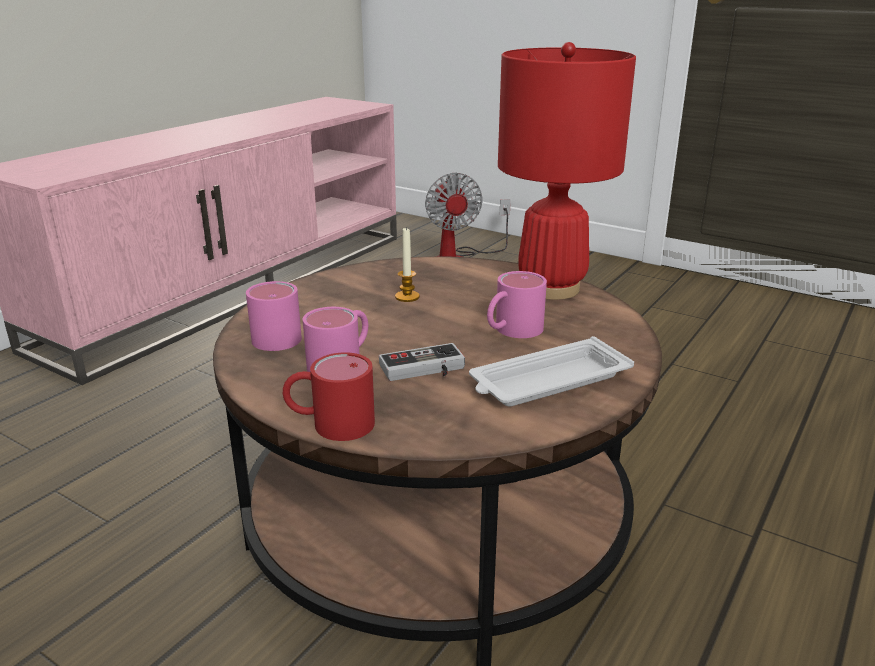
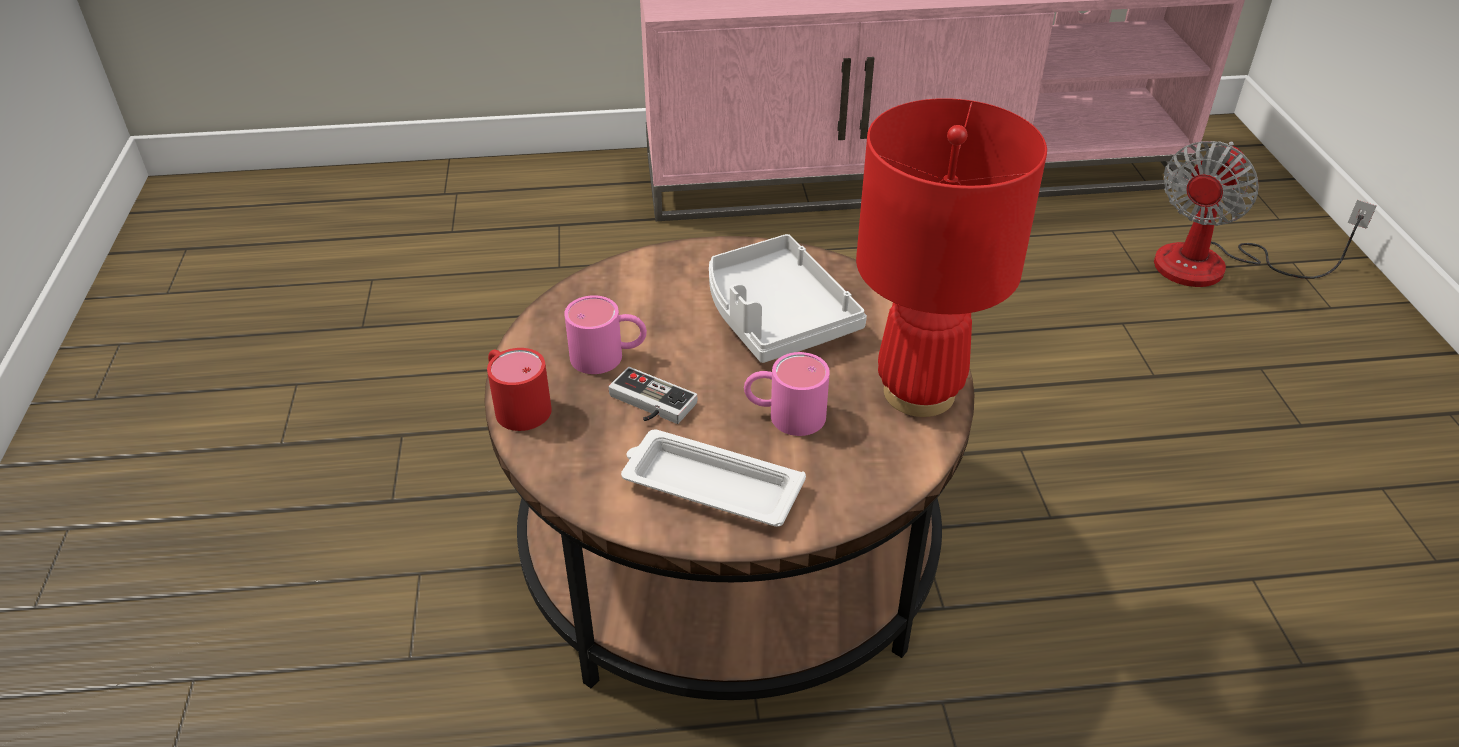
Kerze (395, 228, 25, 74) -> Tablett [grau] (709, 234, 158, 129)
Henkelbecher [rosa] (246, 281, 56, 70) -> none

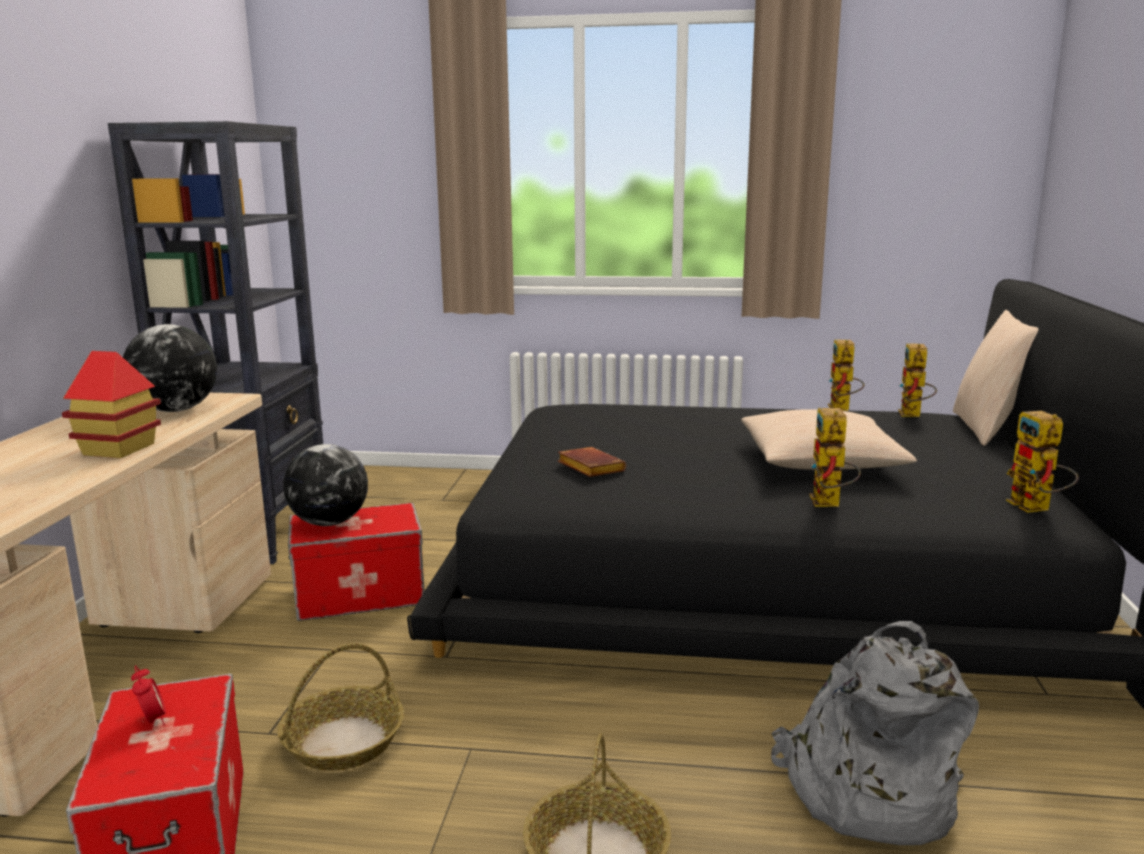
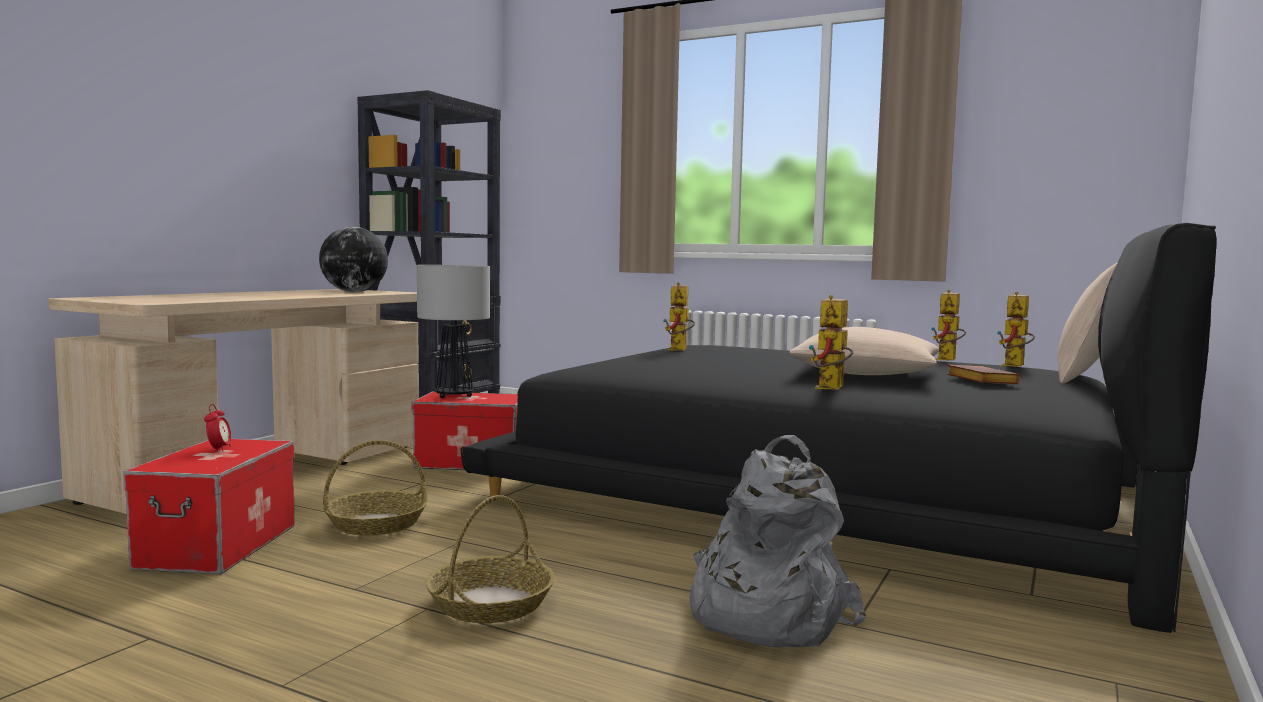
Spielzeughaus (62, 351, 99, 107) -> none
Spielzeugroboter (1006, 411, 73, 102) -> Spielzeugroboter (664, 282, 31, 69), move
Globus (283, 444, 85, 82) -> Tischlampe (417, 265, 73, 133)
Buch [braun] (558, 447, 68, 30) -> Buch [braun] (947, 365, 73, 19), move

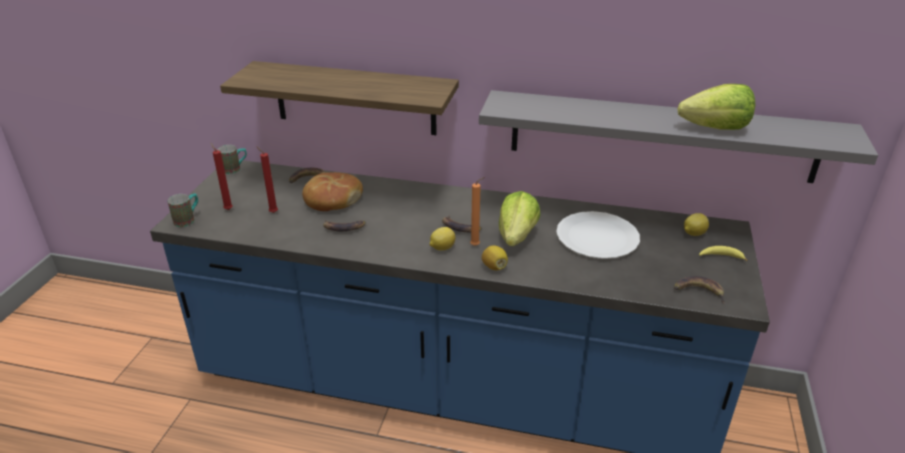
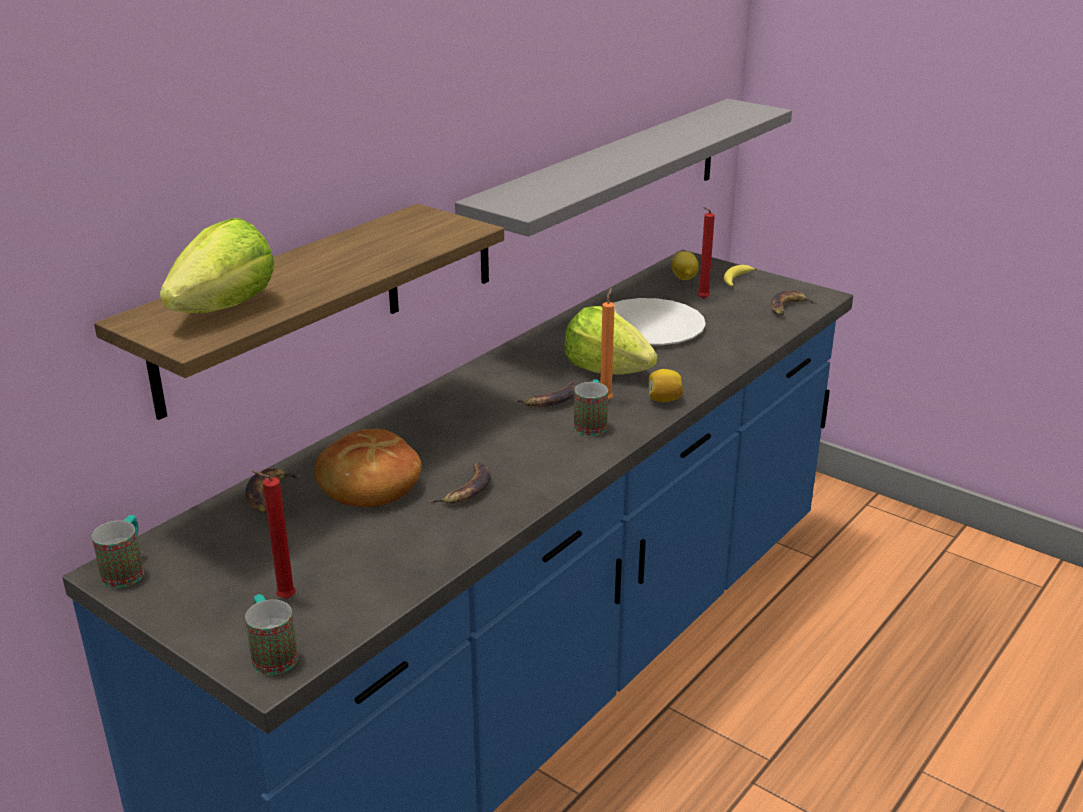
Salatkopf (678, 84, 77, 46) -> Salatkopf (160, 218, 114, 95), move
Kerze [rot] (256, 146, 22, 67) -> Kerze [rot] (698, 207, 17, 92), move
Zitrone (430, 227, 25, 24) -> Henkelbecher (574, 379, 34, 57)

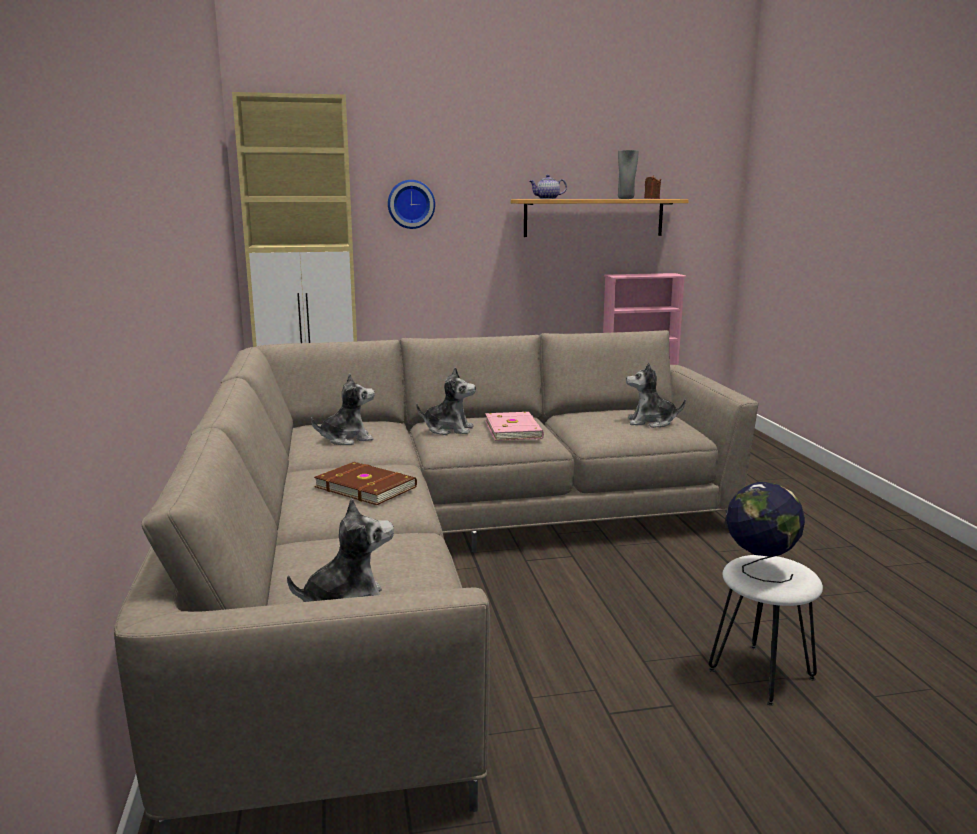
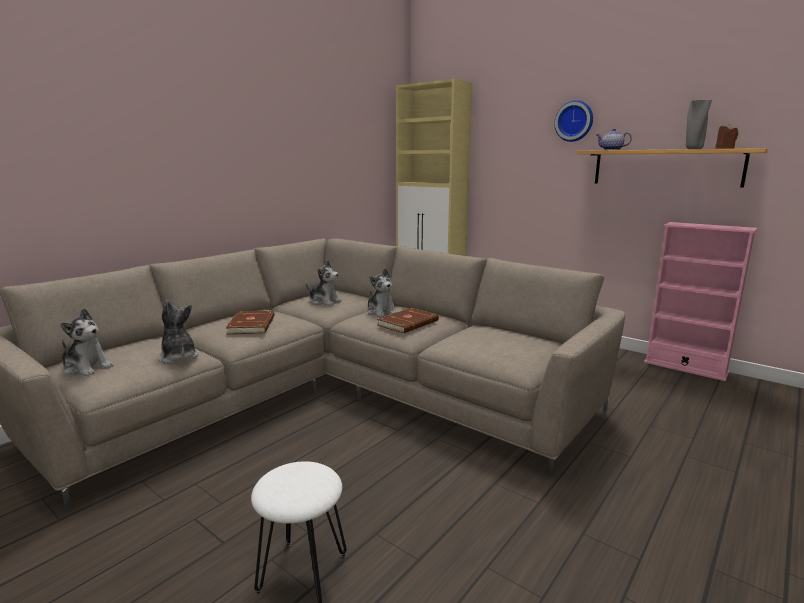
Wanduhr (388, 180, 47, 49) -> Wanduhr (554, 100, 39, 42), move
Plüschtier (626, 363, 60, 65) -> Plüschtier (159, 300, 40, 64), move
Buch [rosa] (485, 412, 59, 29) -> Buch [braun] (377, 308, 62, 25)
Globus (726, 482, 79, 101) -> none

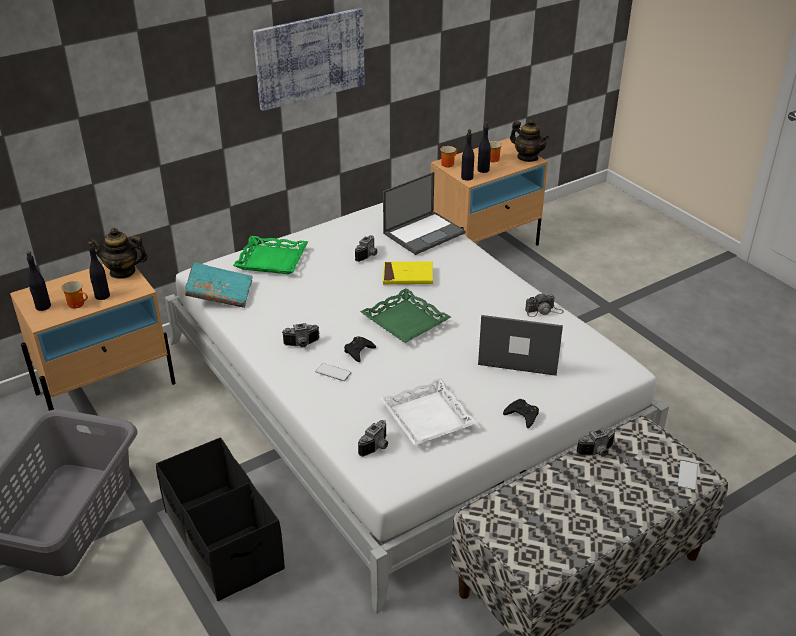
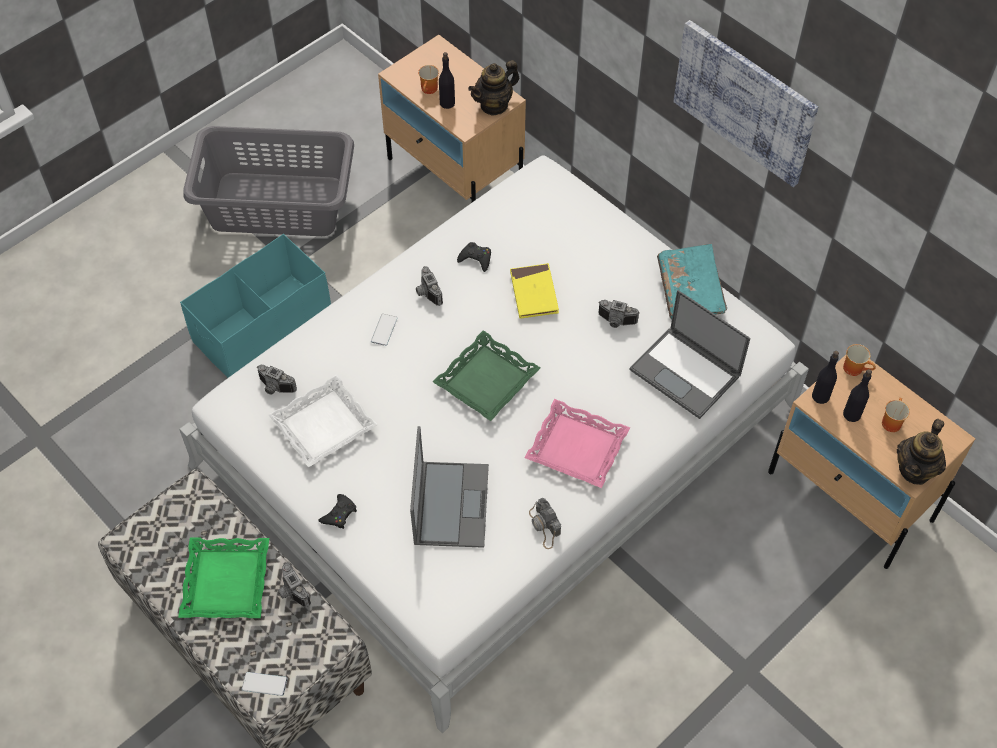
Teekanne (90, 228, 58, 51) -> Teekanne (468, 60, 51, 56), 120 degrees counterclockwise
Tablett [grün] (233, 236, 75, 38) -> Tablett [grün] (178, 537, 91, 81), move
Flasche [schwarz] (26, 251, 25, 60) -> none
Buch [gelb] (383, 261, 50, 23) -> Buch [gelb] (510, 263, 49, 56), move
Buch [türkis] (185, 262, 68, 46) -> Buch [türkis] (657, 244, 70, 75), move
Gamepad [schwarz] (344, 336, 32, 26) -> Gamepad [schwarz] (457, 242, 34, 30), move
Aufbewahrungsbox [schwarz] (156, 437, 129, 164) -> Aufbewahrungsbox [türkis] (180, 234, 151, 144)
none -> Tablett [rosa] (524, 399, 106, 89)

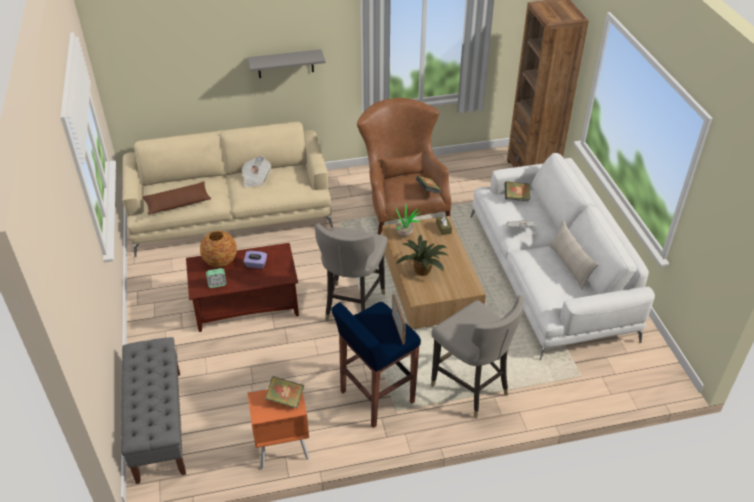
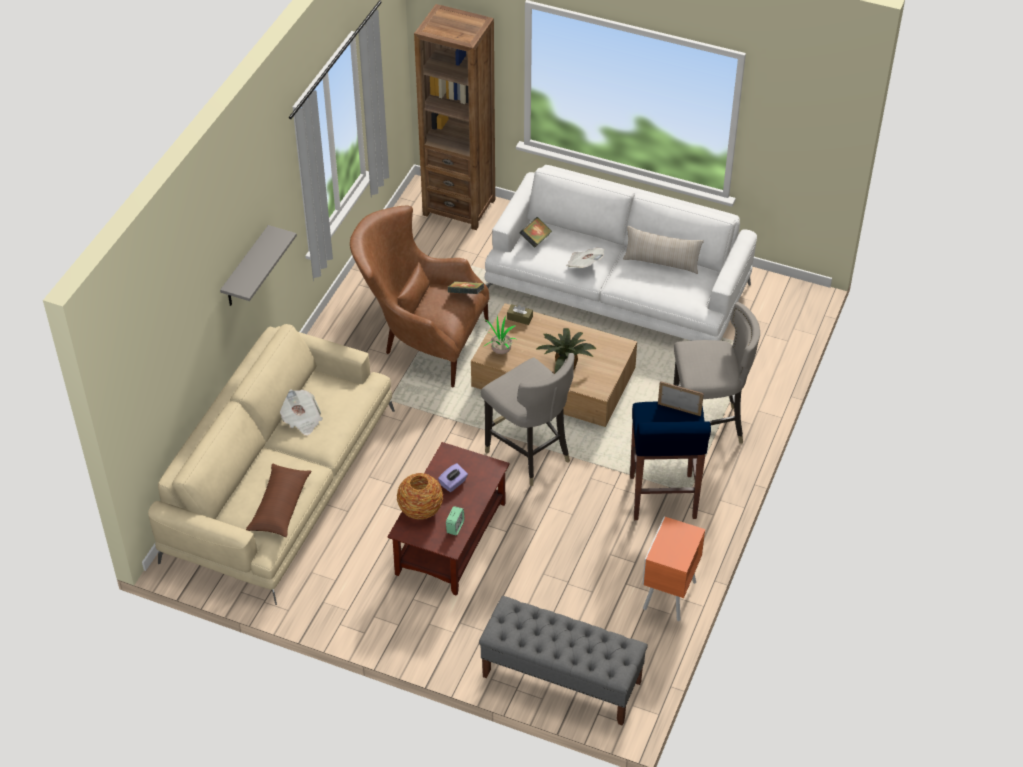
Buch (265, 376, 39, 32) -> none

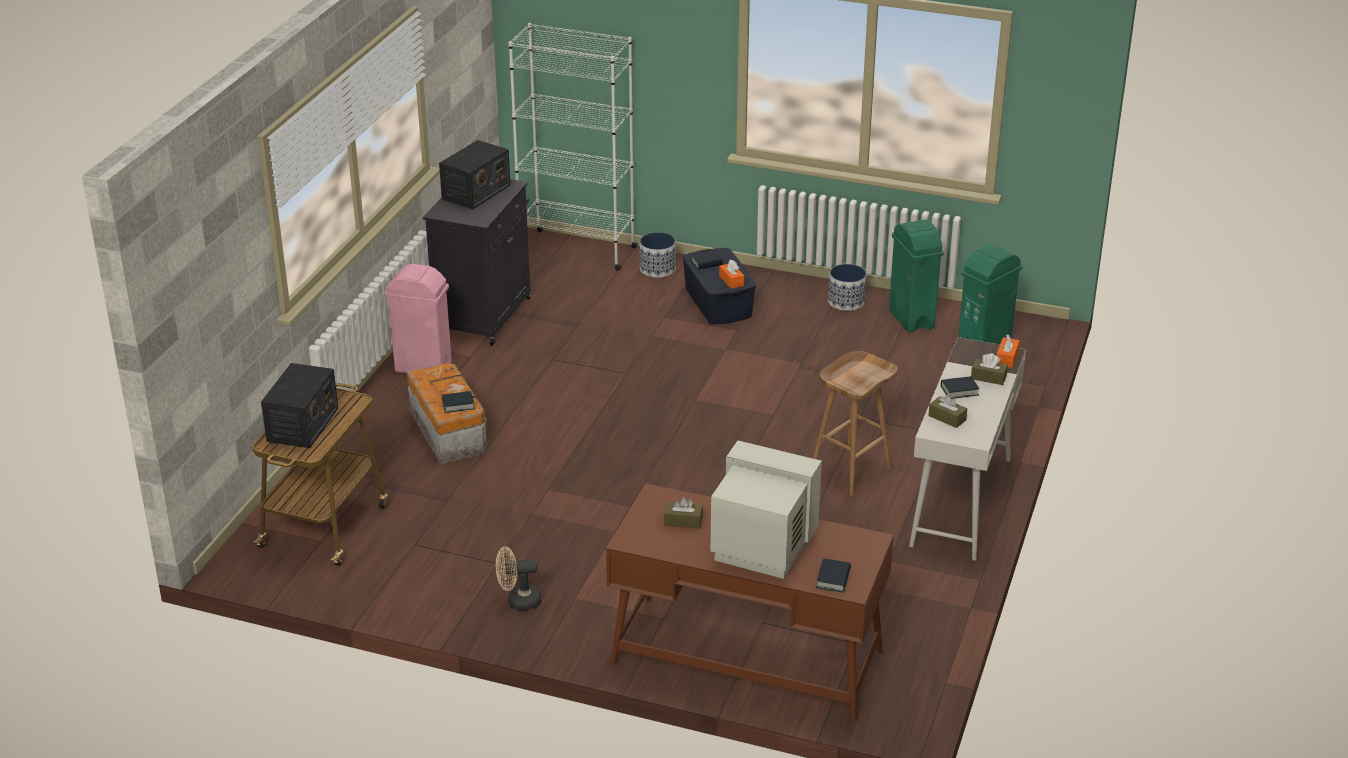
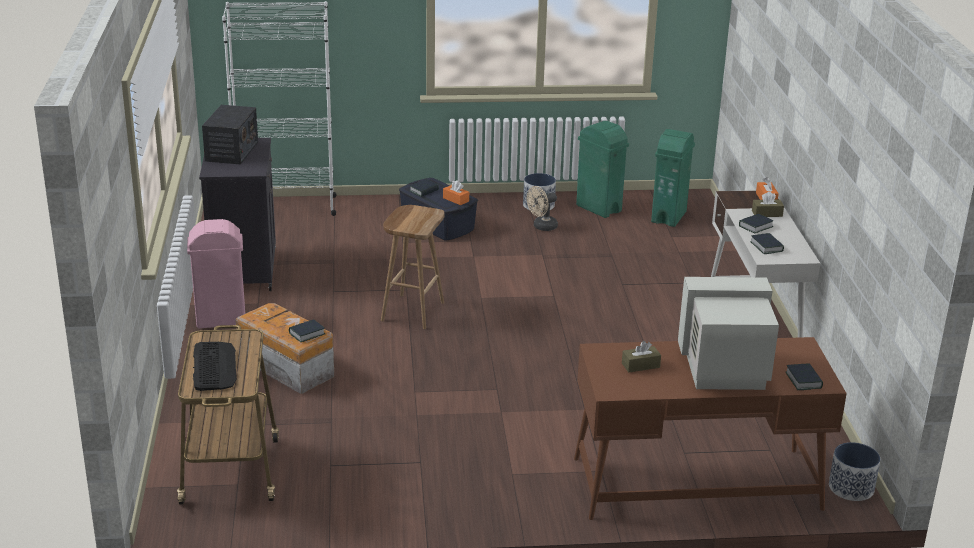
Pflanzkübel (639, 232, 37, 46) -> Pflanzkübel (829, 442, 51, 59), move
Hocker [braun] (813, 351, 85, 145) -> Hocker [braun] (381, 205, 64, 124), move
Radio (261, 363, 77, 85) -> Tastatur (193, 342, 44, 49)
Taschentuchbox [braun] (928, 395, 39, 33) -> Buch (750, 233, 34, 21)
Ventilator [beige] (496, 547, 45, 64) -> Ventilator [beige] (527, 186, 31, 45), move

